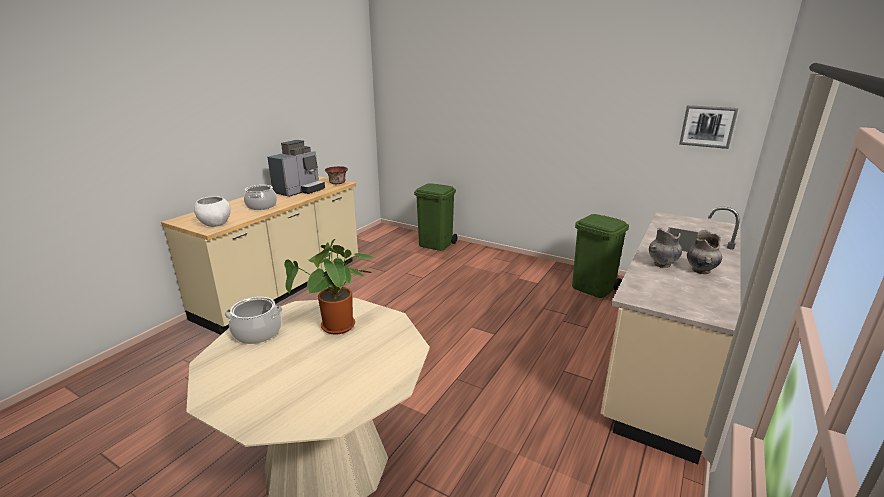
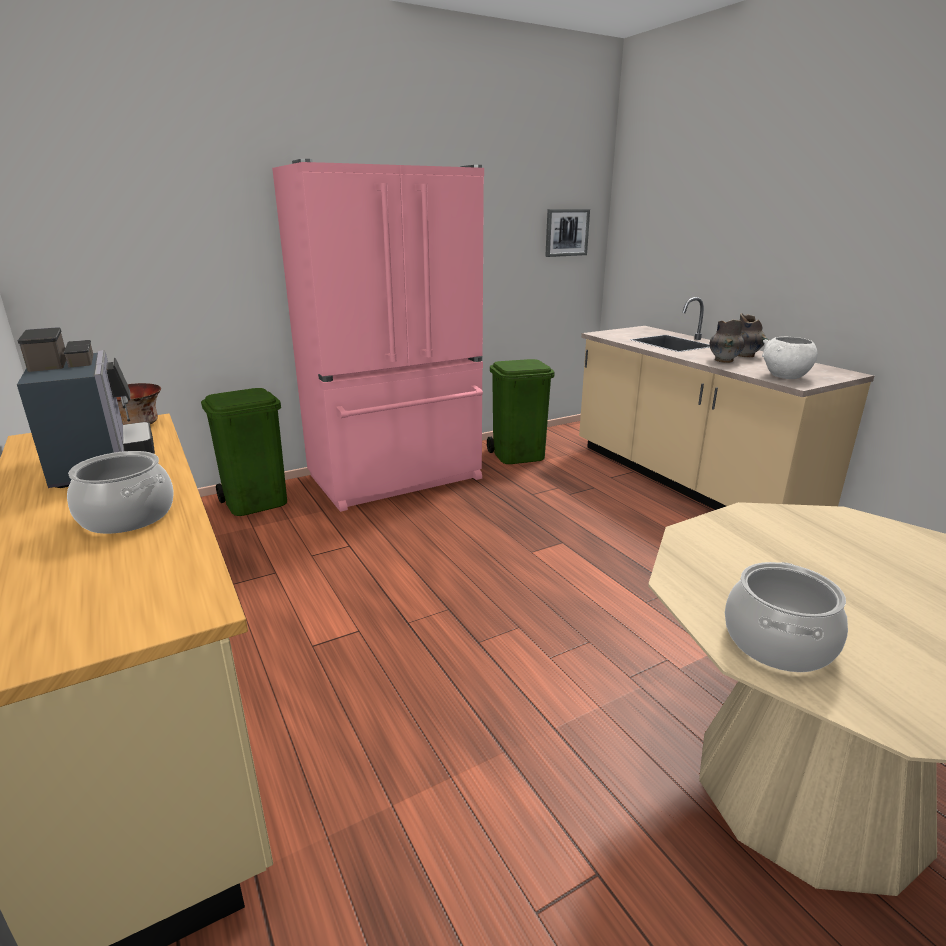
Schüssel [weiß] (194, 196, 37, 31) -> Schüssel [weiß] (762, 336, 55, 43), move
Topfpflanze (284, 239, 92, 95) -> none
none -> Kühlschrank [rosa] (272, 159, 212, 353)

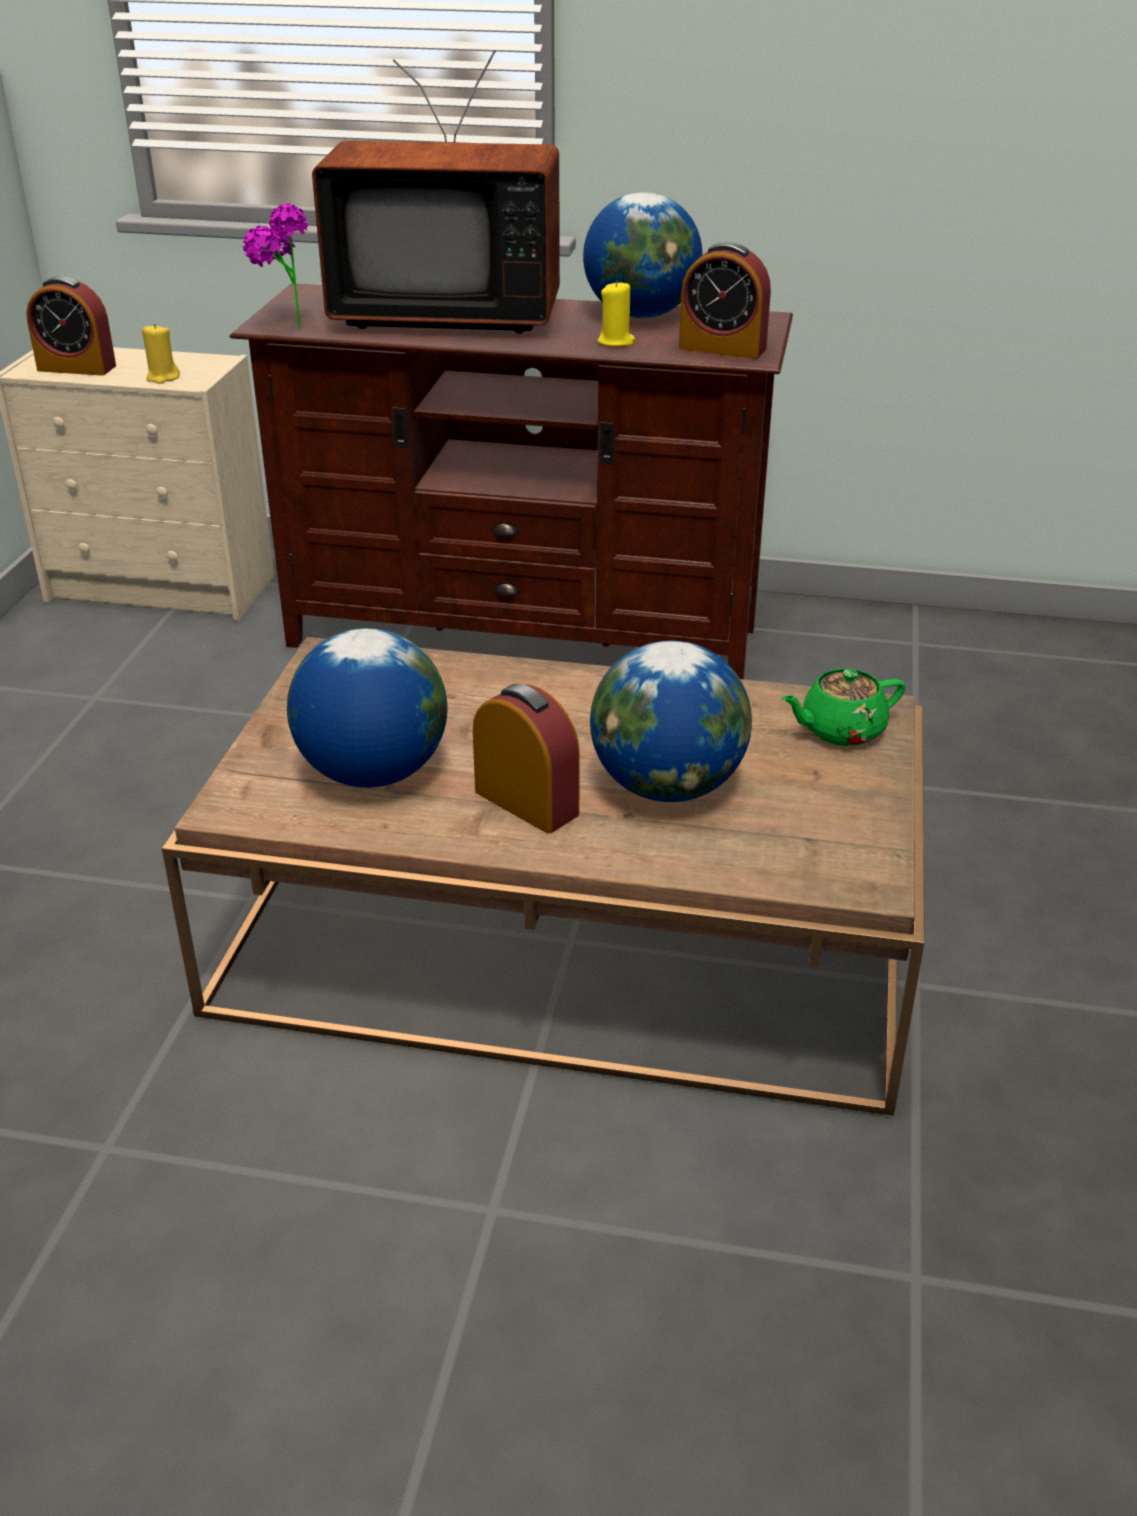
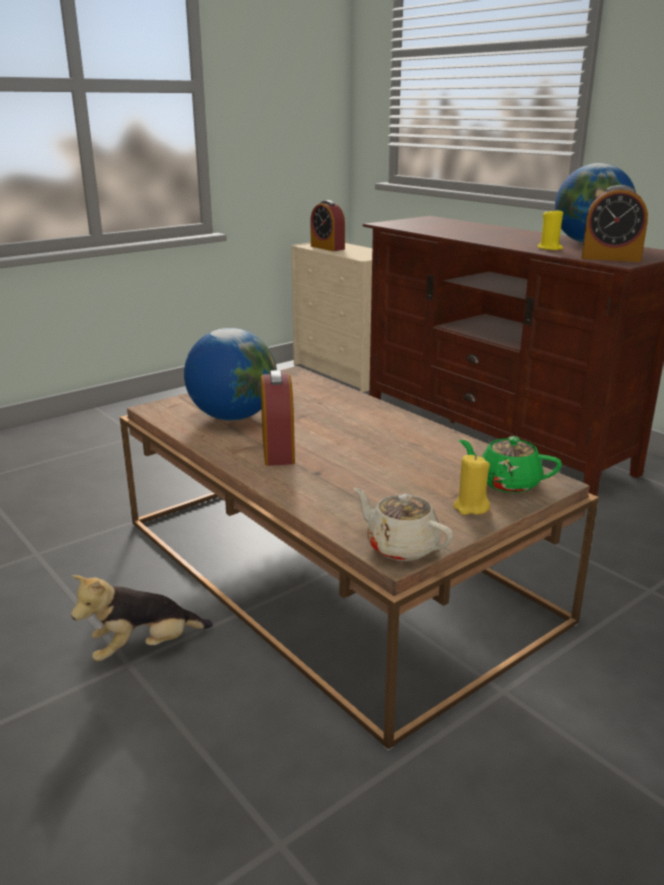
Fernseher (312, 50, 248, 283) -> none
Topfpflanze (243, 204, 65, 126) -> none
Wecker (679, 242, 92, 117) -> Wecker (582, 185, 66, 77), 45 degrees counterclockwise
Kerze [gelb] (142, 323, 38, 61) -> Kerze [gelb] (453, 455, 37, 60), move
Globus (590, 641, 162, 161) -> none
none -> Teekanne [beige] (354, 488, 100, 73)
none -> Plüschtier (71, 575, 142, 86)

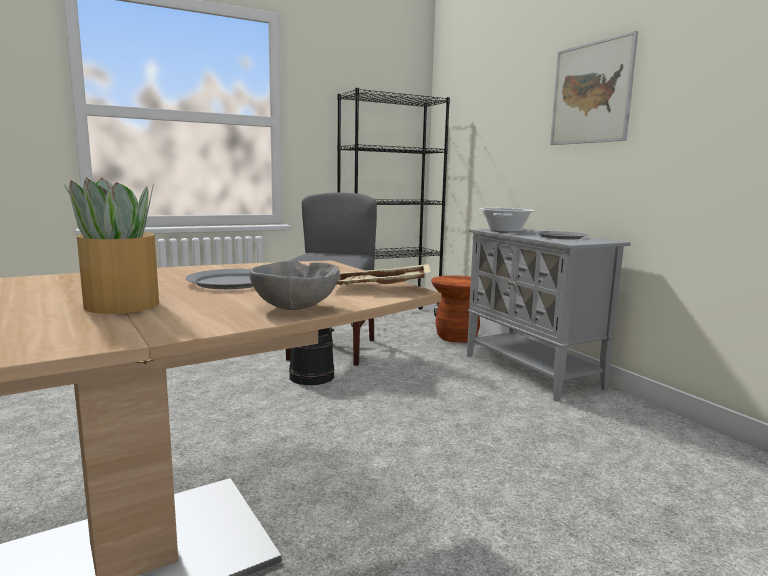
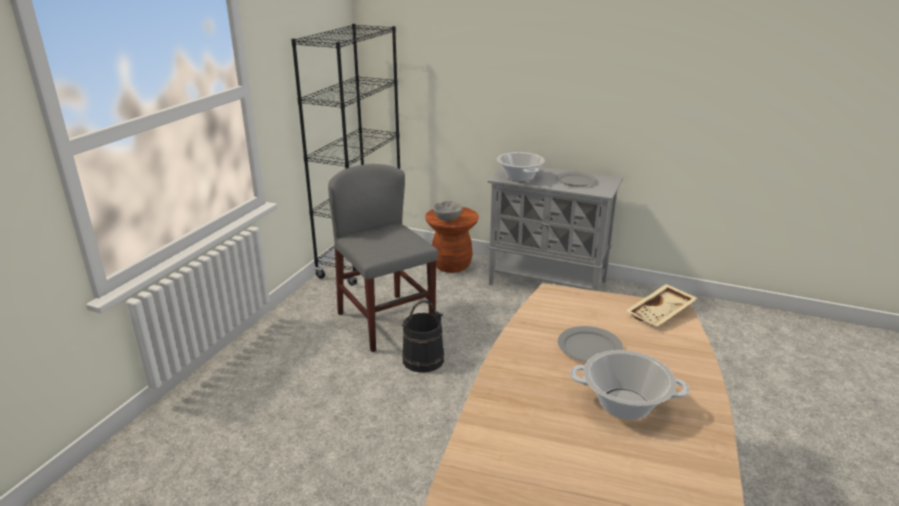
Bild (550, 31, 88, 114) -> none
Topfpflanze (64, 177, 95, 137) -> Kochtopf (570, 350, 120, 70)
Schüssel [grau] (249, 261, 91, 49) -> Schüssel [grau] (433, 201, 29, 20), move

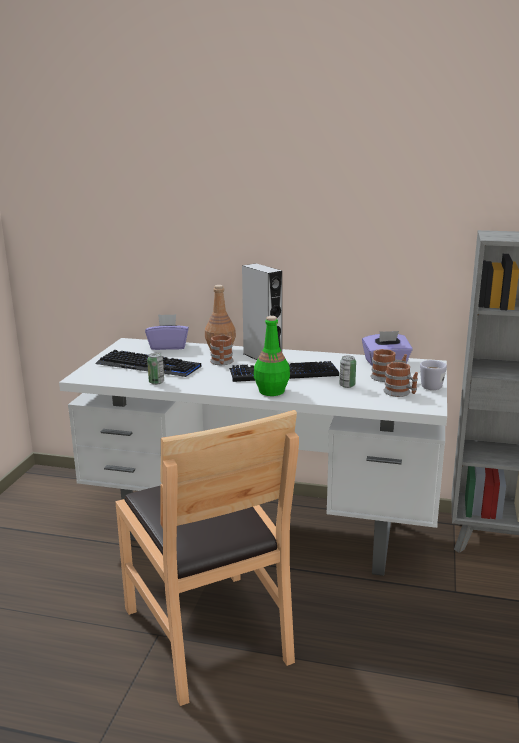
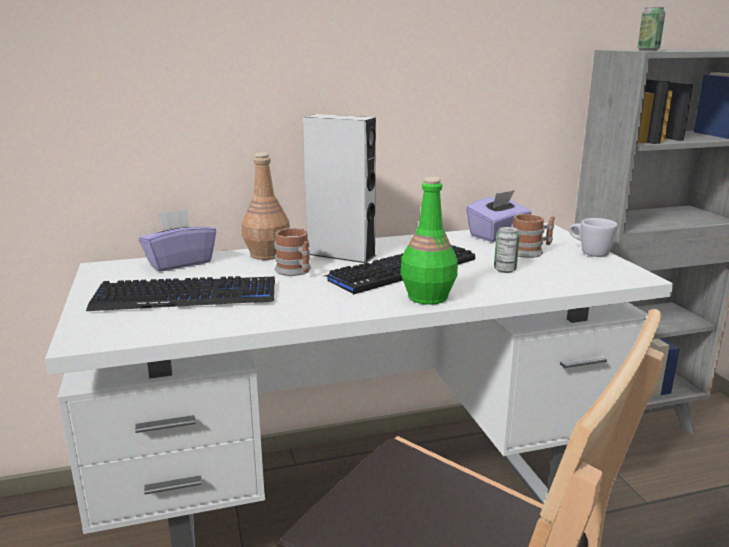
Dose (147, 353, 17, 32) -> Dose (637, 6, 28, 45), move
Henkelbecher (384, 362, 34, 35) -> none

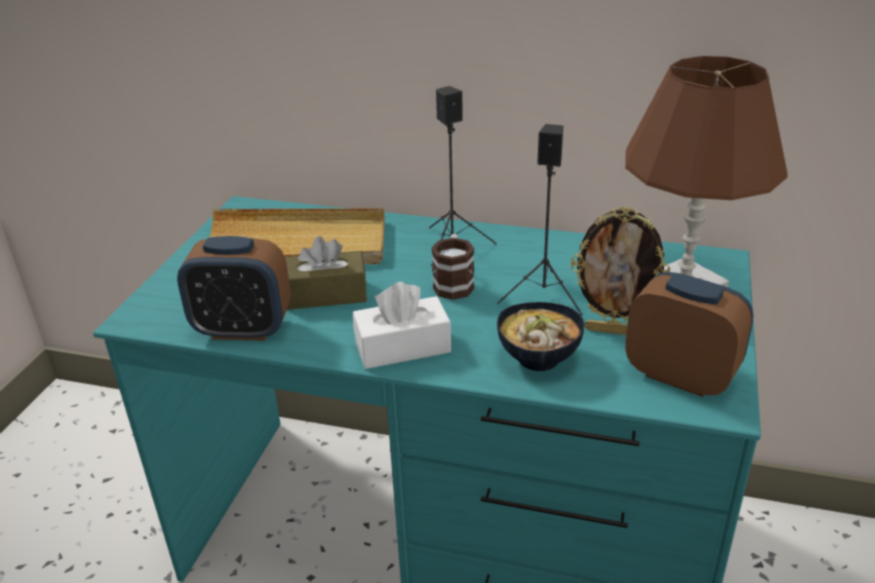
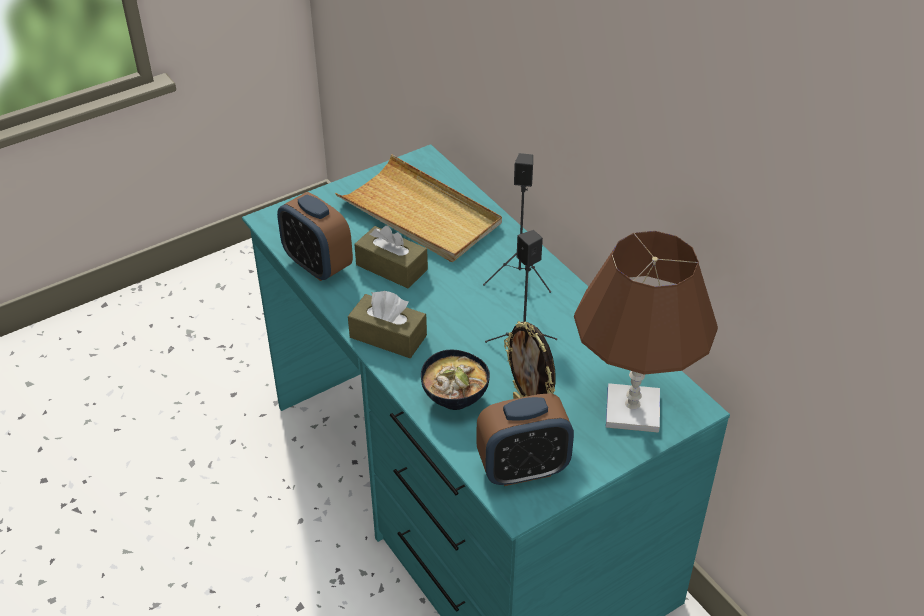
Henkelbecher (431, 234, 43, 66) -> none
Wecker (625, 272, 128, 125) -> Wecker (476, 393, 98, 93), 90 degrees clockwise
Taschentuchbox [weiß] (353, 281, 98, 88) -> Taschentuchbox [braun] (348, 291, 79, 67)

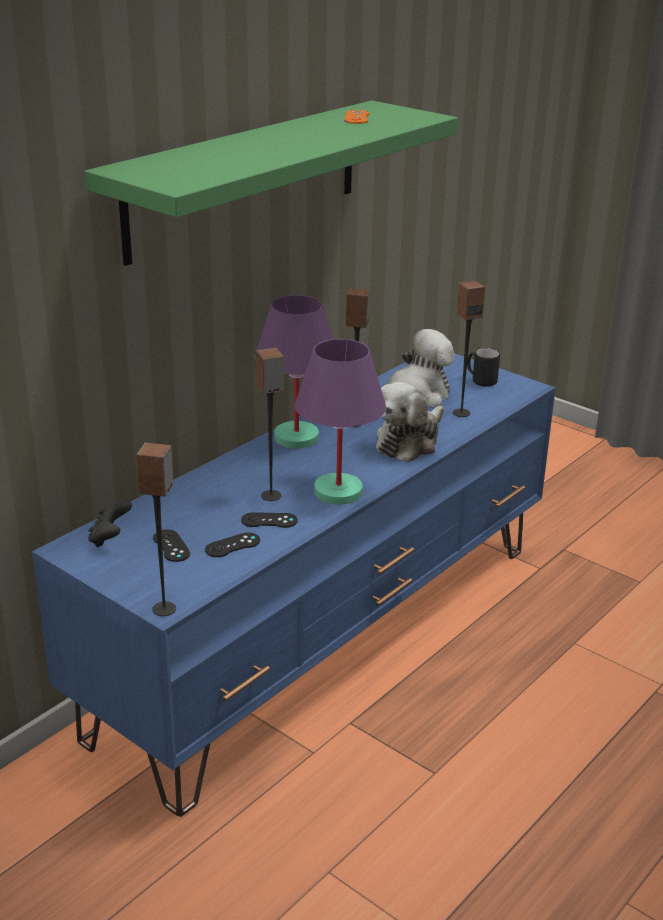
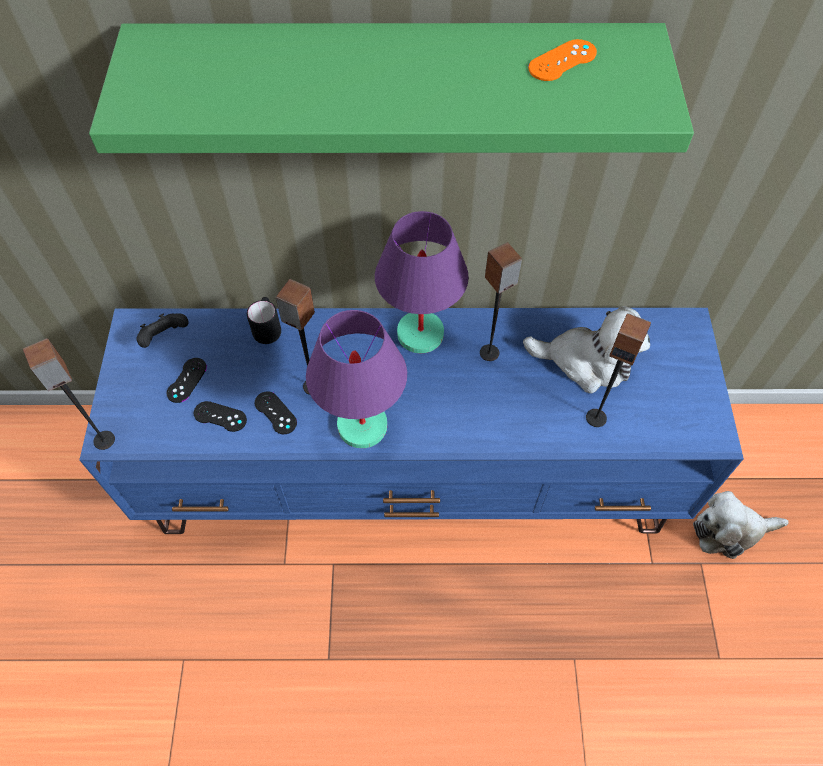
Henkelbecher [schwarz] (467, 348, 33, 39) -> Henkelbecher [schwarz] (247, 297, 34, 47), move
Plüschtier (376, 382, 68, 80) -> Plüschtier (693, 491, 96, 68), move

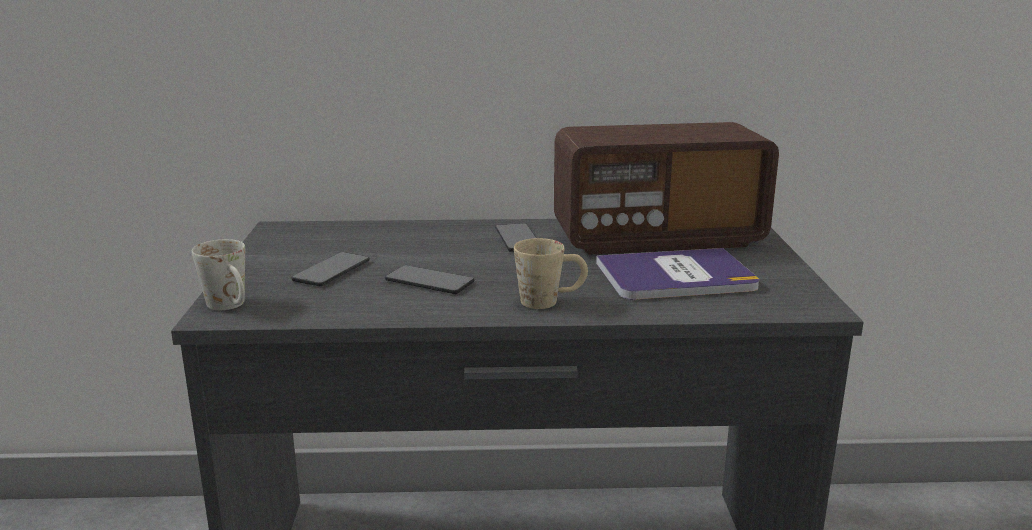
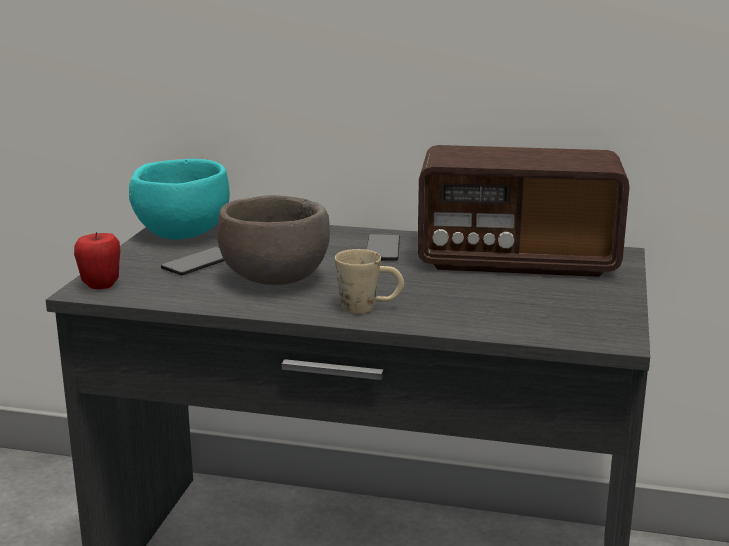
Henkelbecher [weiß] (192, 239, 53, 71) -> Apfel (74, 232, 46, 57)
Buch (596, 248, 163, 52) -> none
Handy (385, 265, 89, 29) -> Schüssel [braun] (217, 195, 113, 90)
none -> Schüssel [türkis] (129, 159, 101, 80)

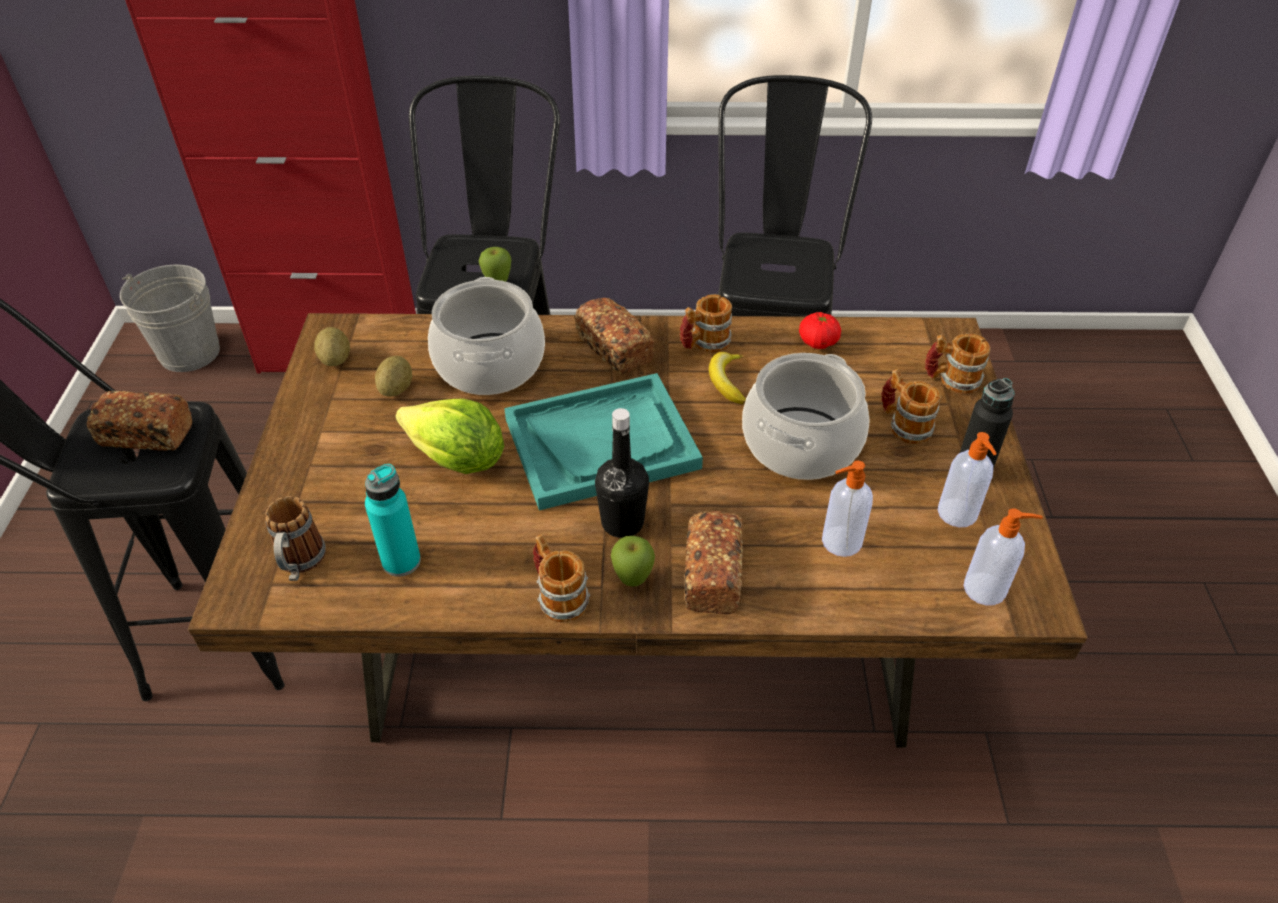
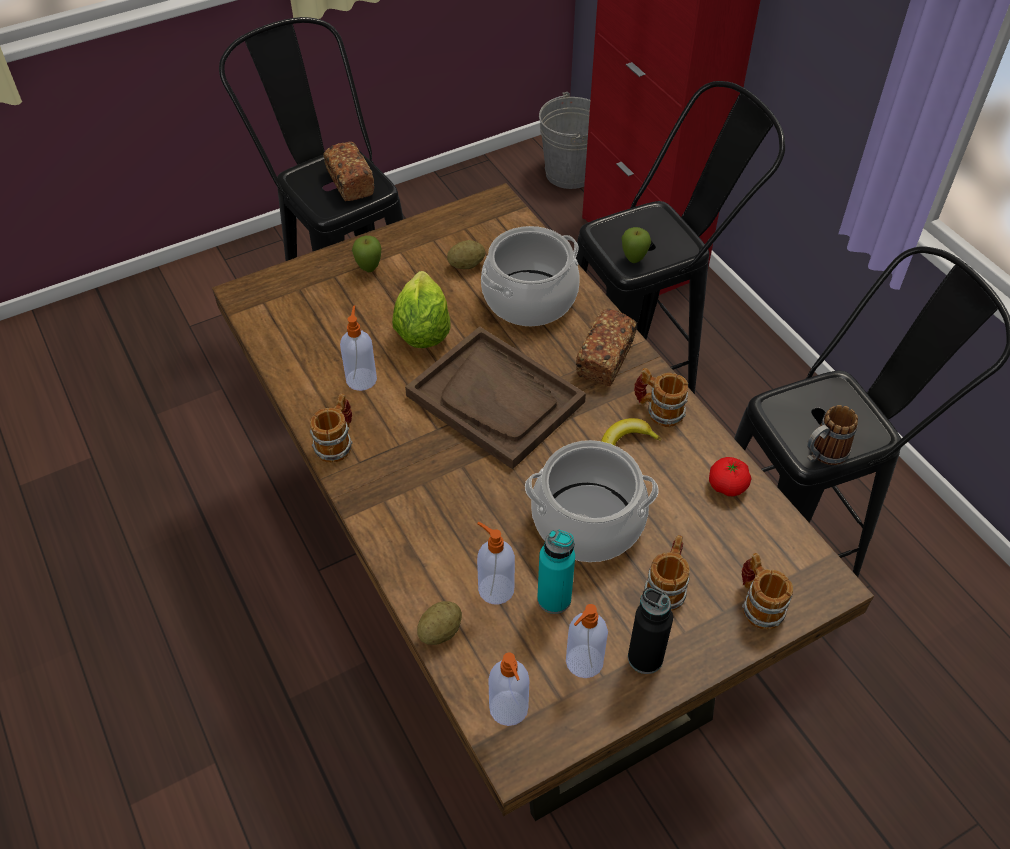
Kartoffel (314, 327, 36, 39) -> Kartoffel (417, 601, 45, 44), move
Tablett [türkis] (504, 373, 199, 137) -> Tablett [braun] (405, 326, 181, 143)
Flasche [schwarz] (595, 408, 54, 130) -> none
Flasche [türkis] (365, 464, 56, 113) -> Flasche [türkis] (537, 530, 38, 84), move
Henkelbecher (265, 496, 61, 85) -> Henkelbecher (807, 405, 51, 60), move
Brot (684, 511, 59, 103) -> none
Apfel (611, 536, 44, 51) -> Apfel (352, 236, 29, 36), move
none -> Seifenspender (340, 305, 37, 86)

